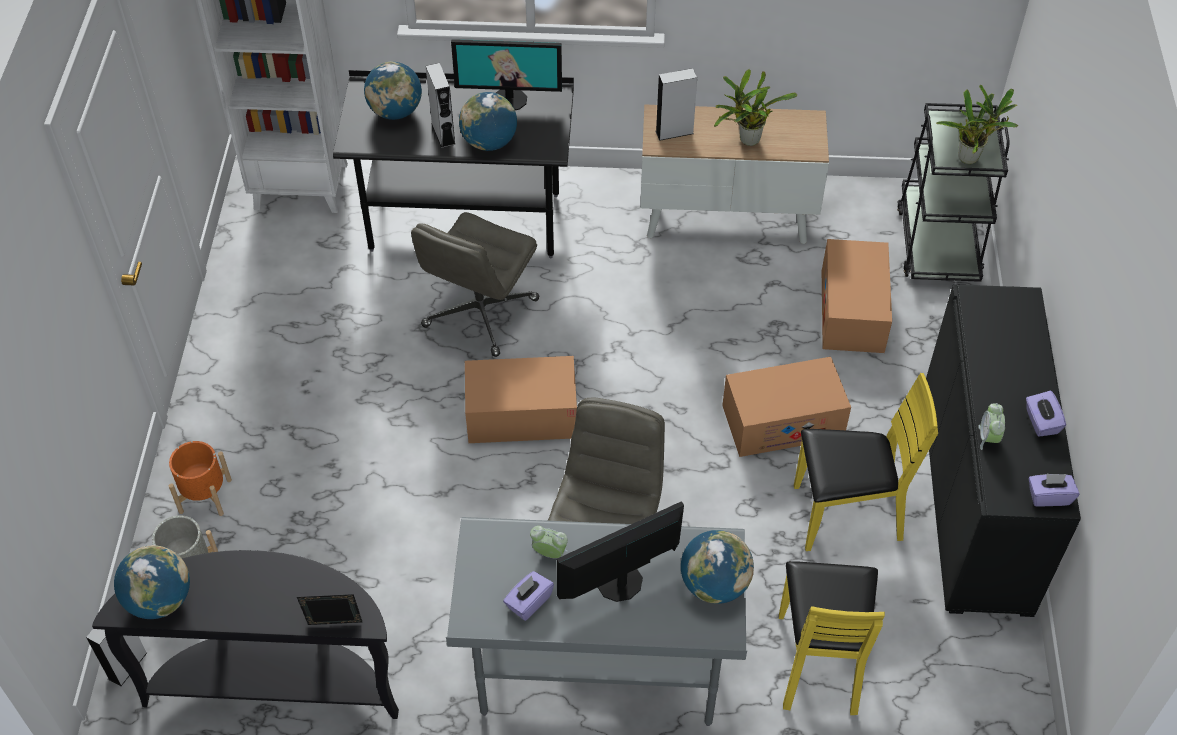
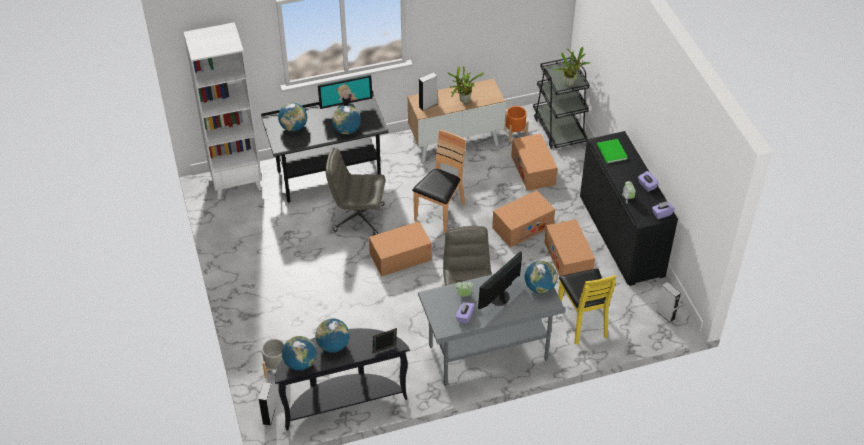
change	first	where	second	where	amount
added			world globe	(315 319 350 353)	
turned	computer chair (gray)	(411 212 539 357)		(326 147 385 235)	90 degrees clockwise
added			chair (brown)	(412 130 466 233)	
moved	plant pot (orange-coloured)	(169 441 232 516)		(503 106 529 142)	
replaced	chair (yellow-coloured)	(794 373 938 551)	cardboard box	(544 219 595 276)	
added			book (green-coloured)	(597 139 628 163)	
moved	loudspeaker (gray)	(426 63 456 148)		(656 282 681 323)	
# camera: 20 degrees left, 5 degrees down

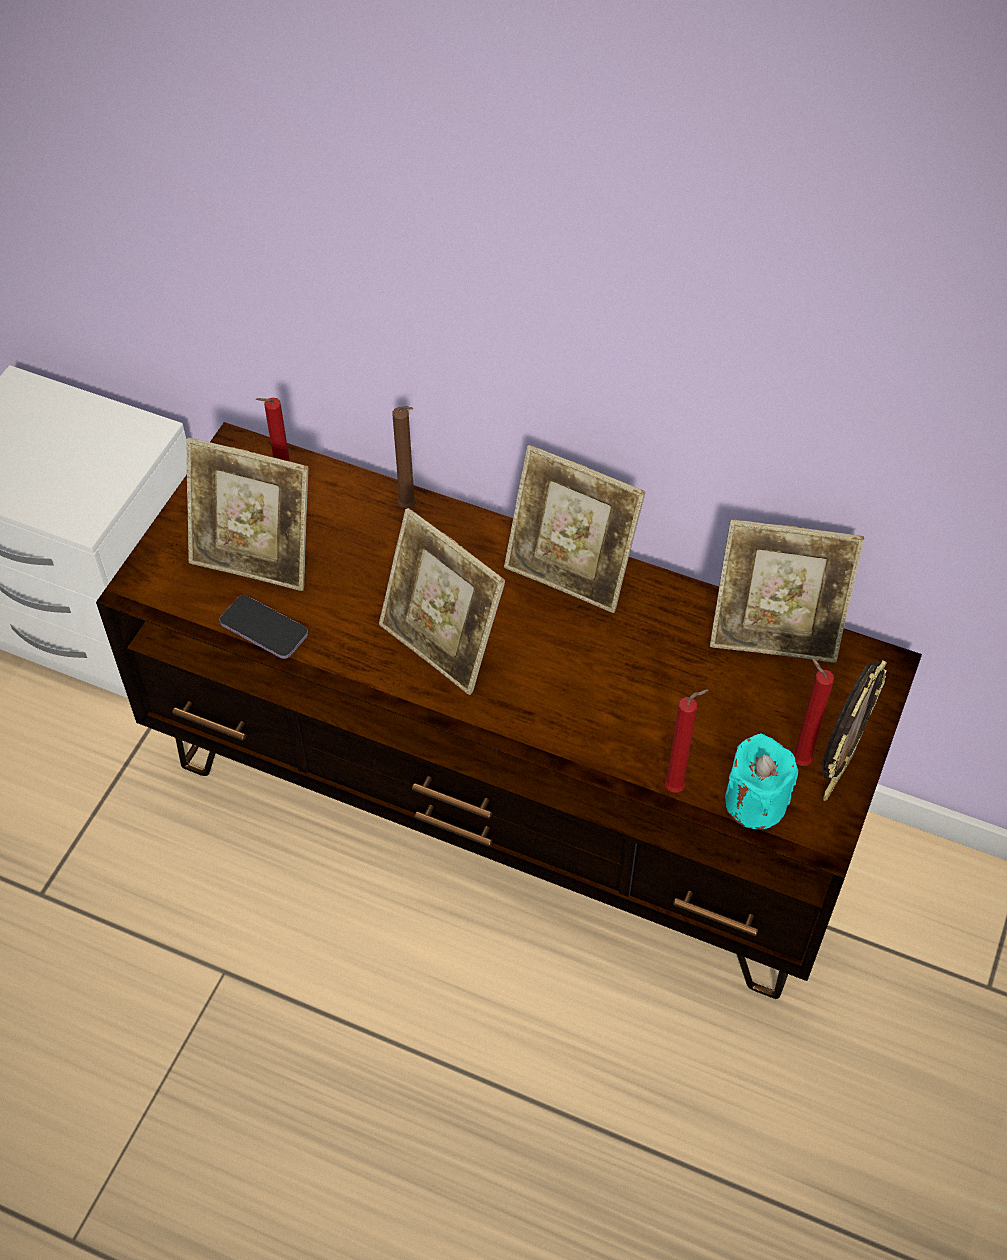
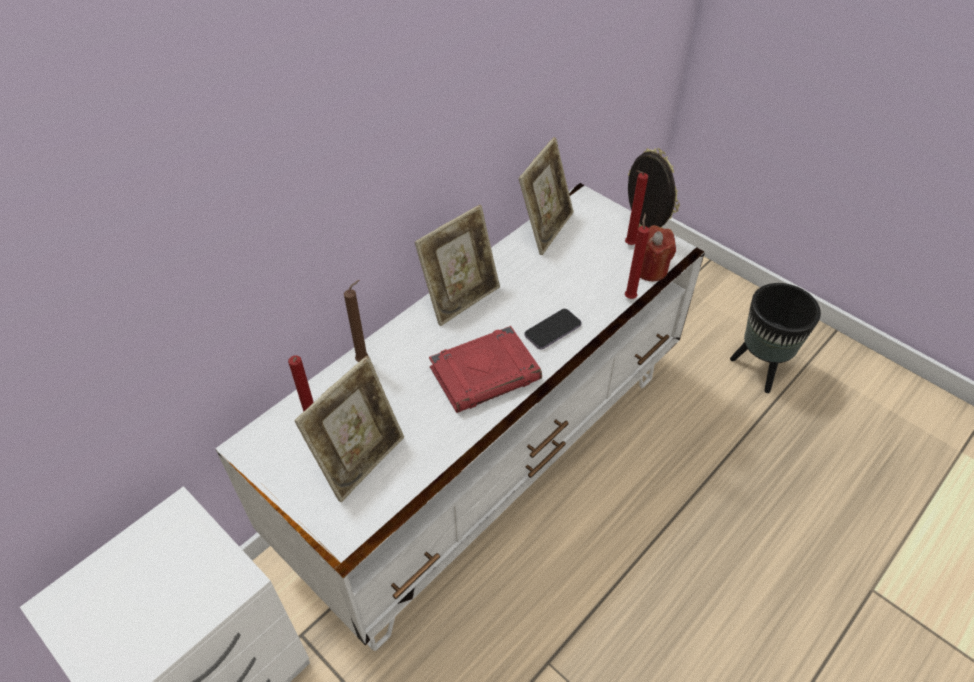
change	first	where	second	where	amount
recoloured	tv stand (brown)	(96 422 922 999)	tv stand (white)	(215 183 705 651)	
replaced	standing frame	(379 508 505 695)	book (red)	(429 326 542 413)	
moved	phone	(219 595 308 659)		(525 309 581 350)	
recoloured	wax light (turquoise-coloured)	(725 734 798 830)	wax light (red)	(640 225 676 281)	
added			plant pot (blackish)	(730 283 821 393)	
# camera: 70 degrees left, 5 degrees down

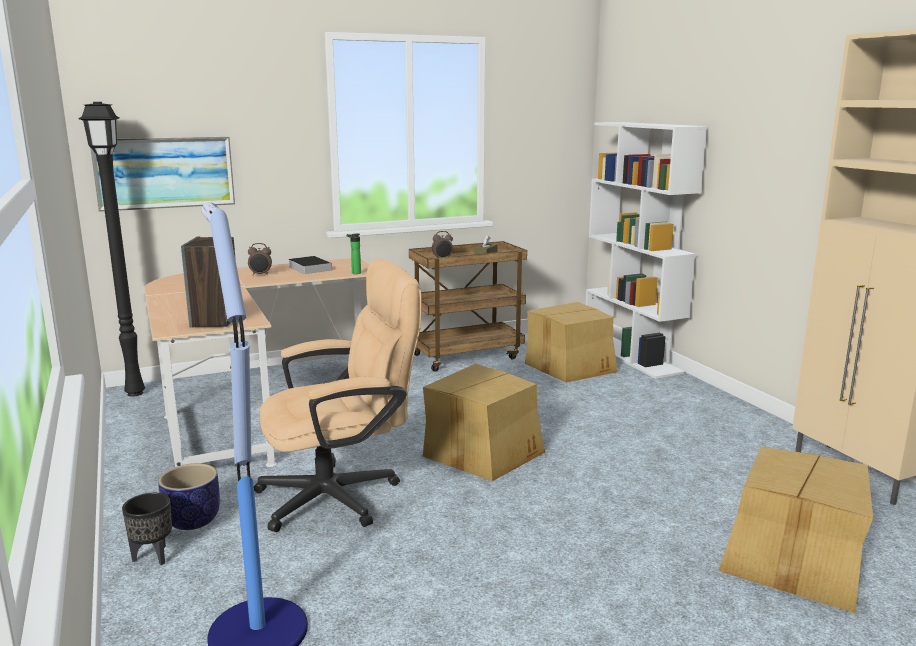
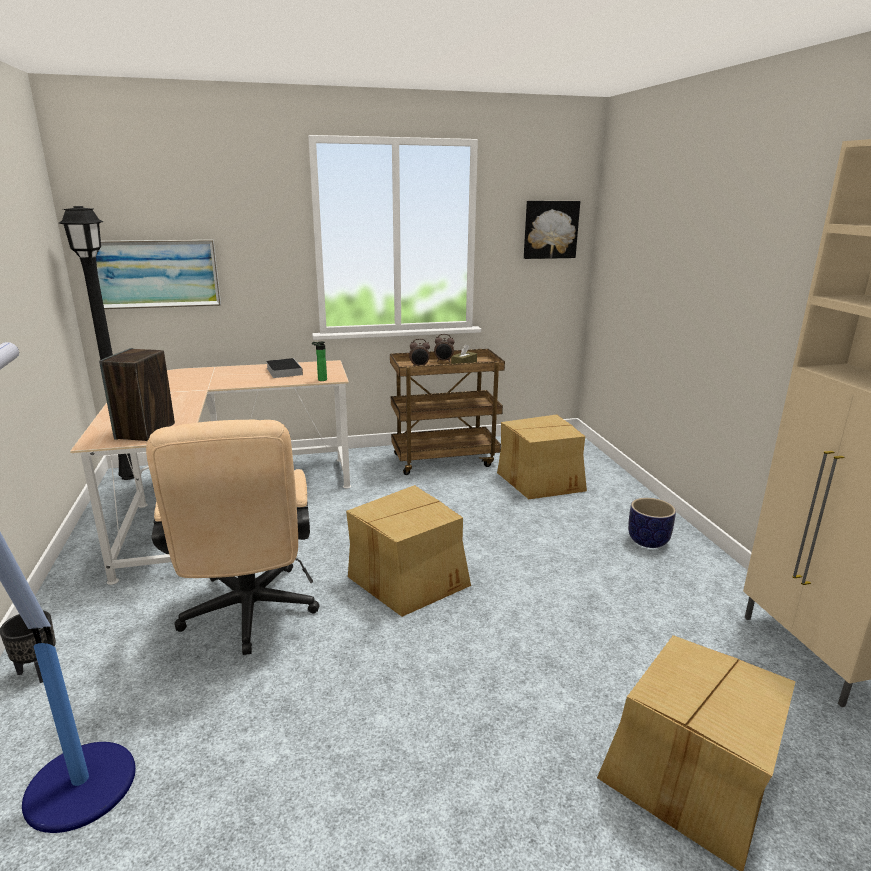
change	first	where	second	where	amount
turned	computer chair (sand-coloured)	(254 259 421 532)		(146 419 319 655)	90 degrees clockwise
moved	alarm clock	(248 243 272 275)		(434 334 454 362)	
added			wall art	(524 201 580 259)	
moved	plant pot	(158 463 220 530)		(628 498 676 548)	
removed	bookshelf (white)	(586 122 707 379)			
# camera: 10 degrees right, 5 degrees up

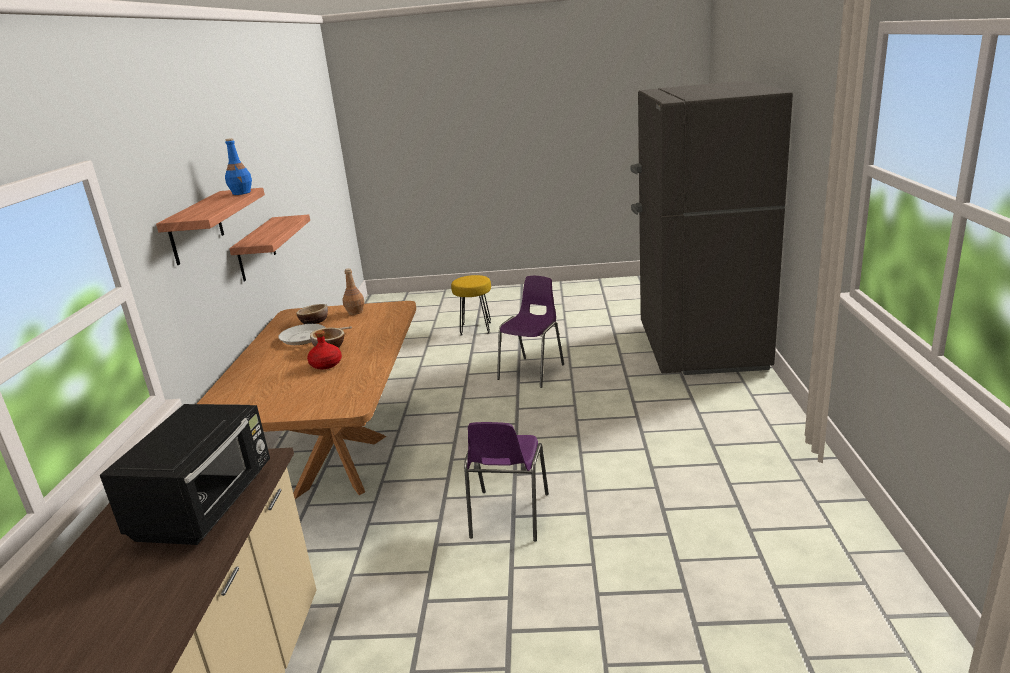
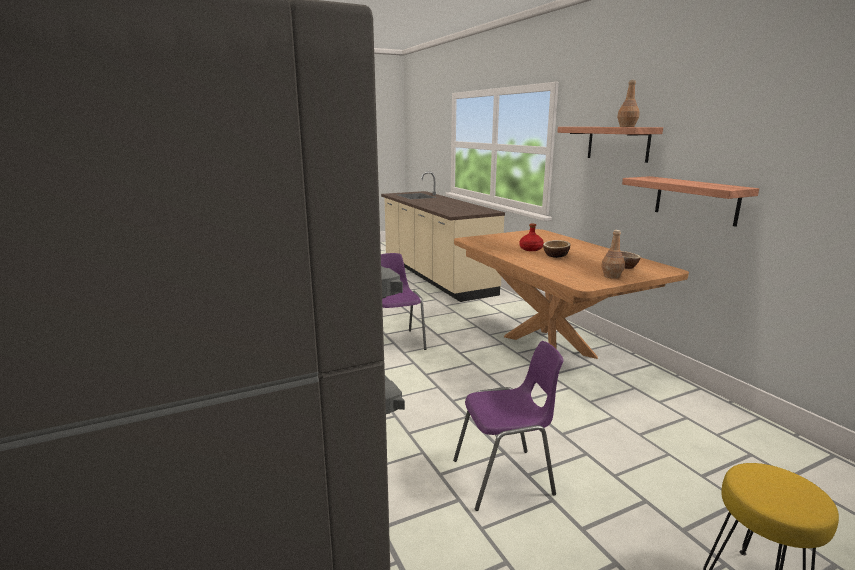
change	first	where	second	where	amount
turned	chair (purplish)	(497 276 564 388)		(453 341 564 511)	105 degrees counterclockwise
recoloured	drink bottle (blue-coloured)	(225 138 252 195)	drink bottle (brown)	(617 80 640 127)	
removed	kitchen microwave (blackish)	(100 404 270 545)			
removed	frying pan	(278 324 352 345)			
# camera: 150 degrees right, 5 degrees down

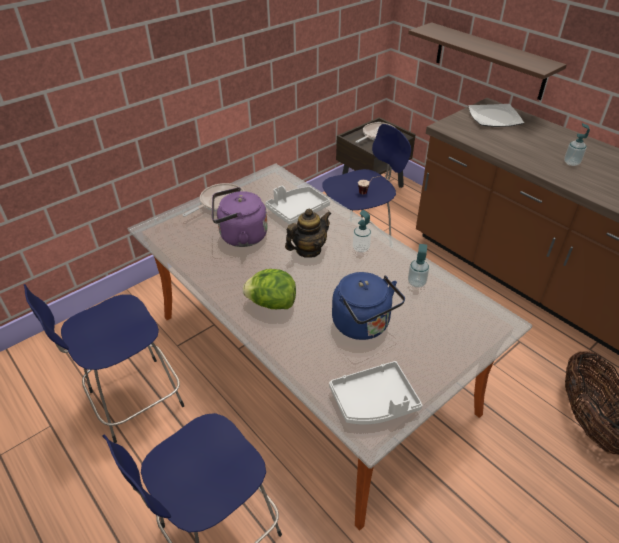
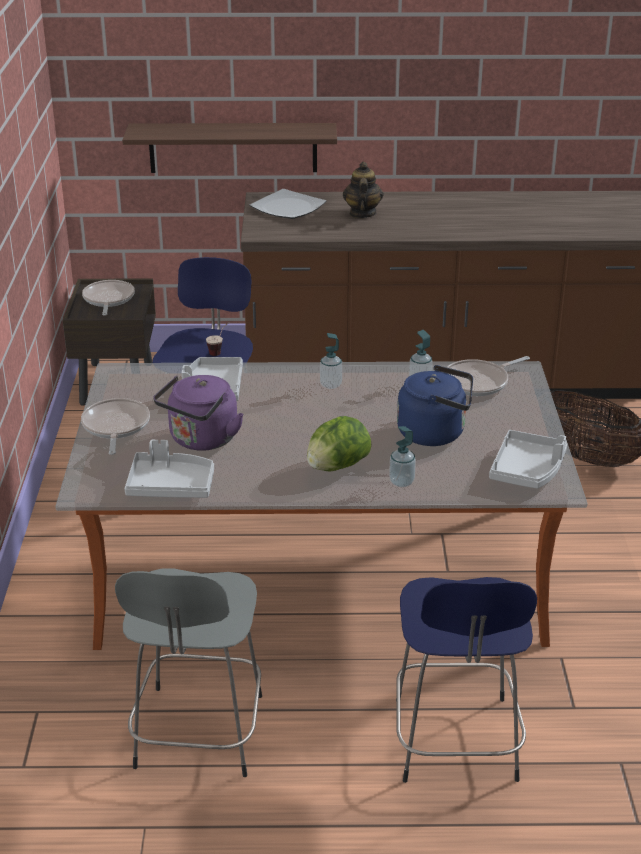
change	first	where	second	where	amount
recoloured	sitting stool (blue-coloured)	(24 284 184 443)	sitting stool (gray)	(115 569 262 777)	
added			serving tray (gray)	(124 440 214 498)	
moved	teapot	(285 209 332 258)		(343 162 384 218)	
moved	soap dispenser	(564 123 590 166)		(389 426 416 487)	
added			frying pan	(447 356 530 396)	
# camera: 50 degrees left, 10 degrees down

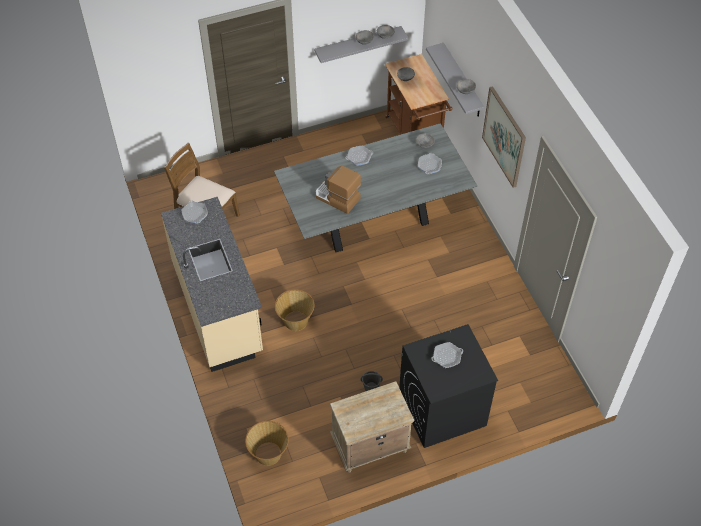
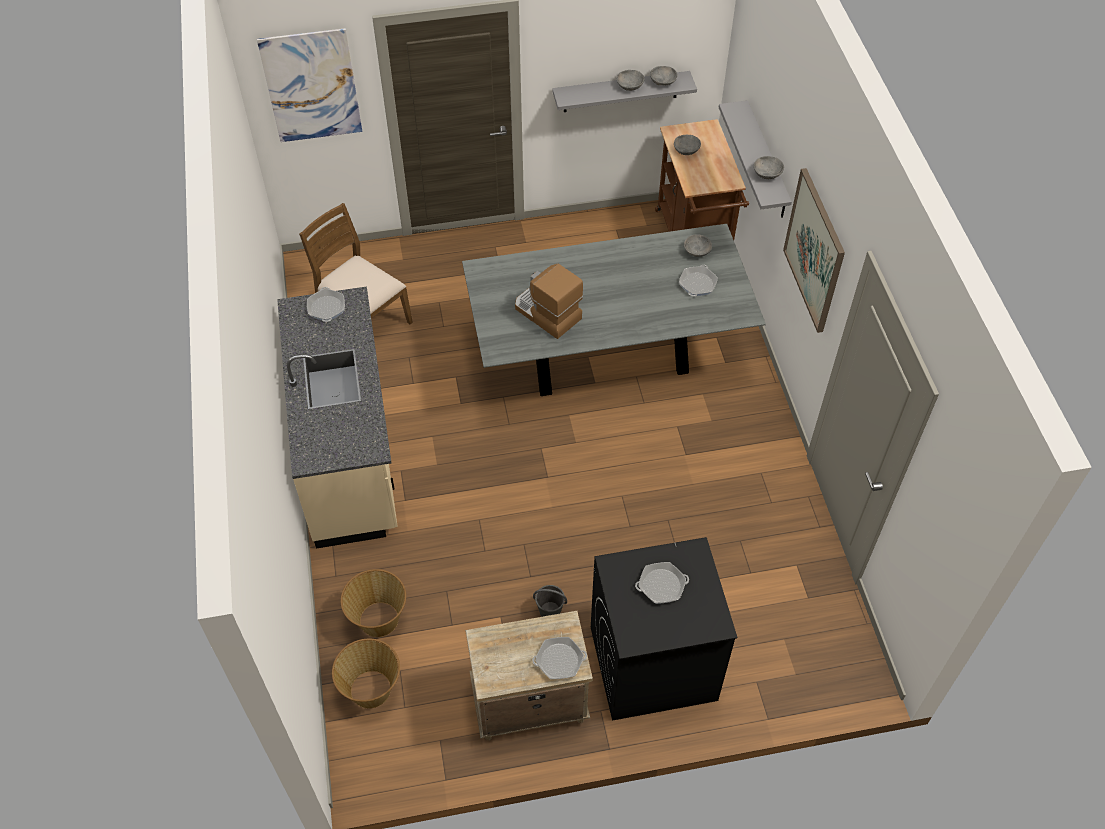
change	first	where	second	where	amount
added			wall art	(257 28 362 142)	
moved	household basket	(275 289 314 331)		(341 569 406 637)	
moved	frying pan	(345 146 373 166)		(532 637 587 679)	
# camera: 10 degrees right, 0 degrees up

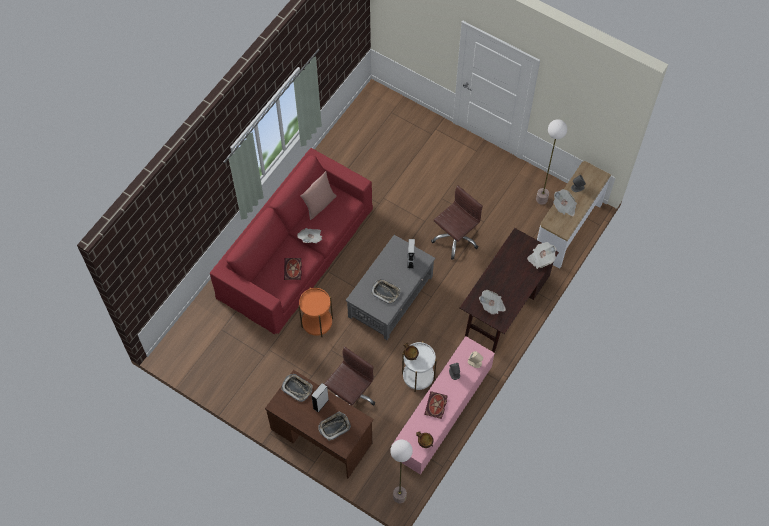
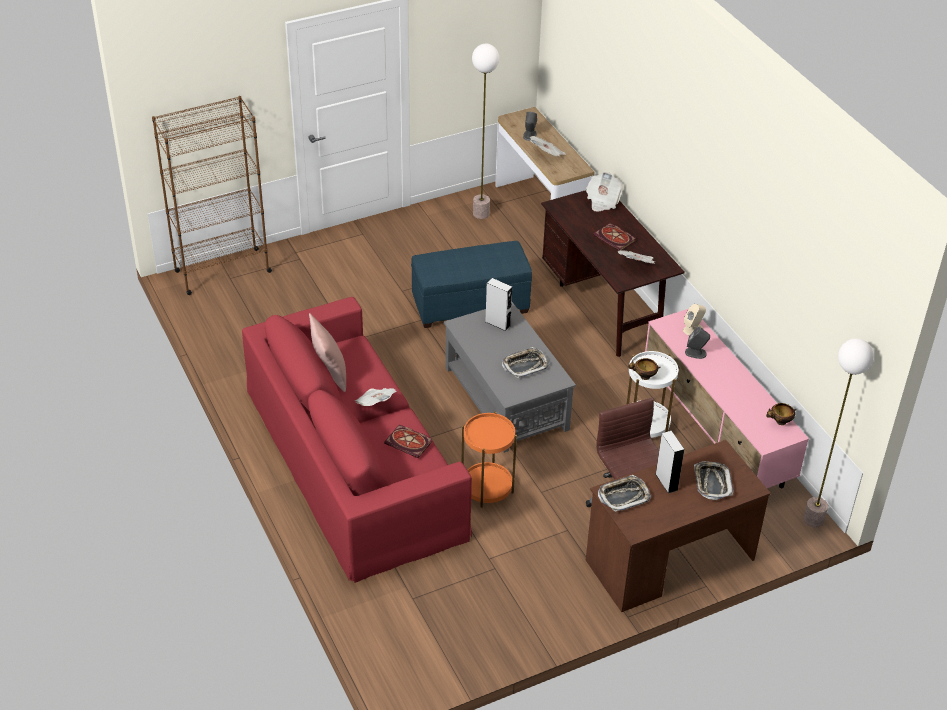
change	first	where	second	where	amount
added			bookshelf (brown)	(152 96 272 295)	
replaced	computer chair (brown)	(431 185 483 260)	pouffe (blue-coloured)	(411 241 532 328)	
moved	book	(424 391 448 419)		(593 223 636 250)	
# camera: 60 degrees left, 20 degrees down

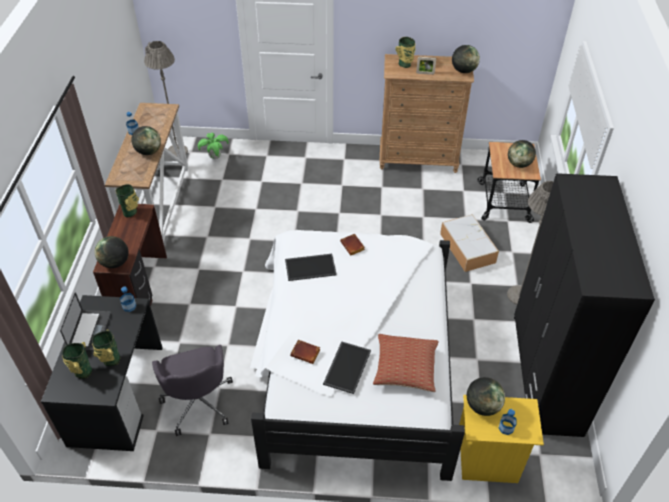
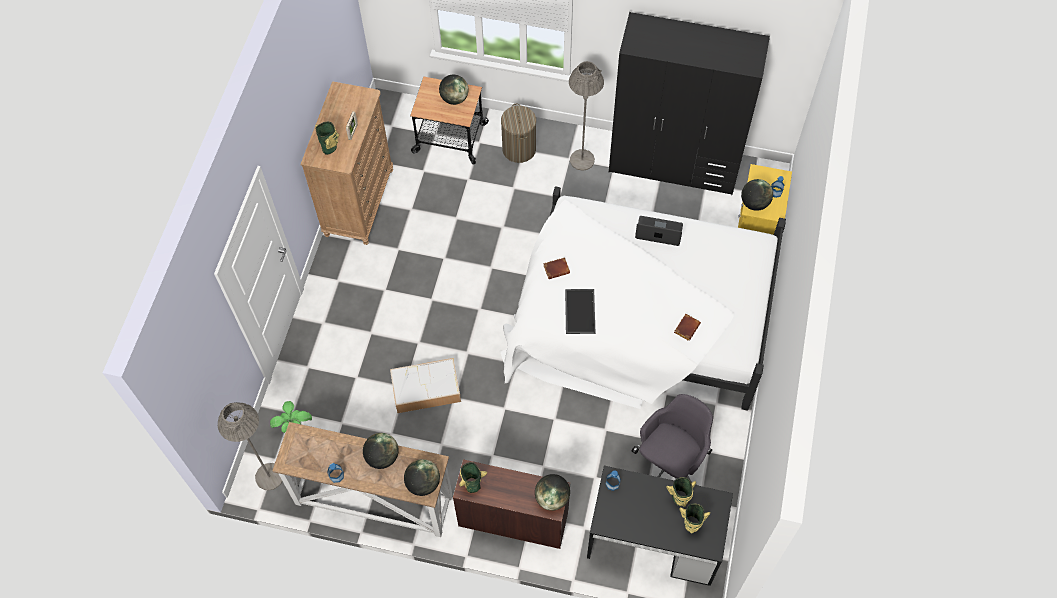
change	first	where	second	where	amount
moved	storage box	(440 214 499 272)		(390 358 461 413)	
moved	world globe	(452 45 480 73)		(404 459 440 496)	
added			laundry basket	(501 104 536 163)	
turned	computer chair (gray)	(152 345 233 436)		(632 394 713 485)	45 degrees counterclockwise
moved	laptop	(60 292 111 351)		(635 216 683 246)	
removed	serving tray	(323 341 371 394)			
removed	cushion	(373 334 438 392)			
# camera: 80 degrees left, 15 degrees up

